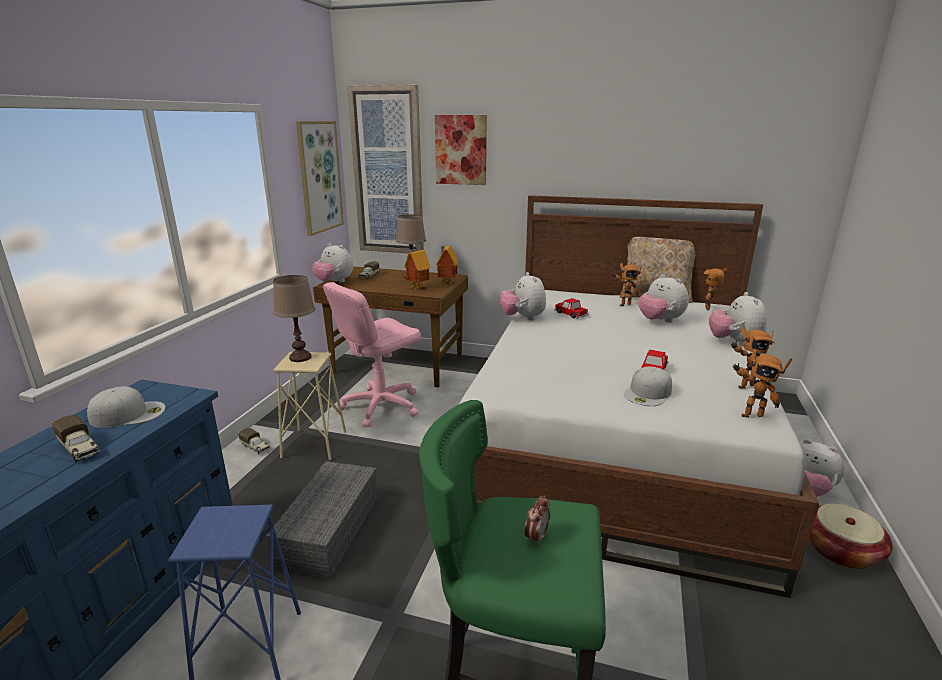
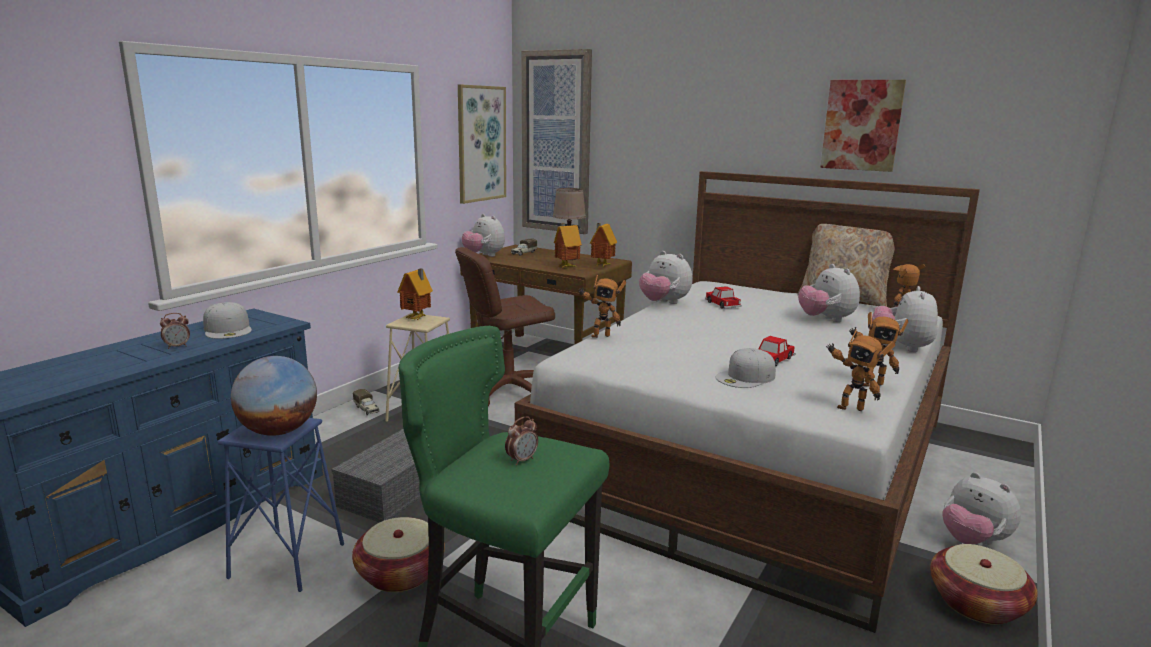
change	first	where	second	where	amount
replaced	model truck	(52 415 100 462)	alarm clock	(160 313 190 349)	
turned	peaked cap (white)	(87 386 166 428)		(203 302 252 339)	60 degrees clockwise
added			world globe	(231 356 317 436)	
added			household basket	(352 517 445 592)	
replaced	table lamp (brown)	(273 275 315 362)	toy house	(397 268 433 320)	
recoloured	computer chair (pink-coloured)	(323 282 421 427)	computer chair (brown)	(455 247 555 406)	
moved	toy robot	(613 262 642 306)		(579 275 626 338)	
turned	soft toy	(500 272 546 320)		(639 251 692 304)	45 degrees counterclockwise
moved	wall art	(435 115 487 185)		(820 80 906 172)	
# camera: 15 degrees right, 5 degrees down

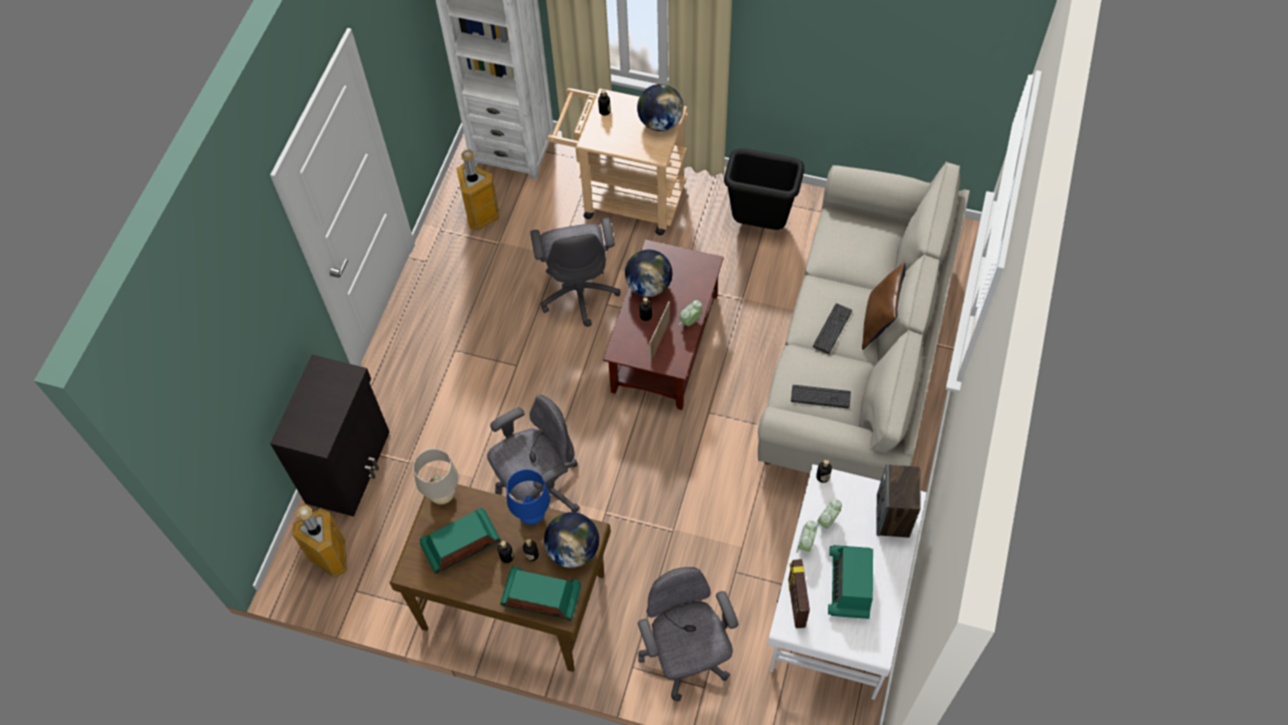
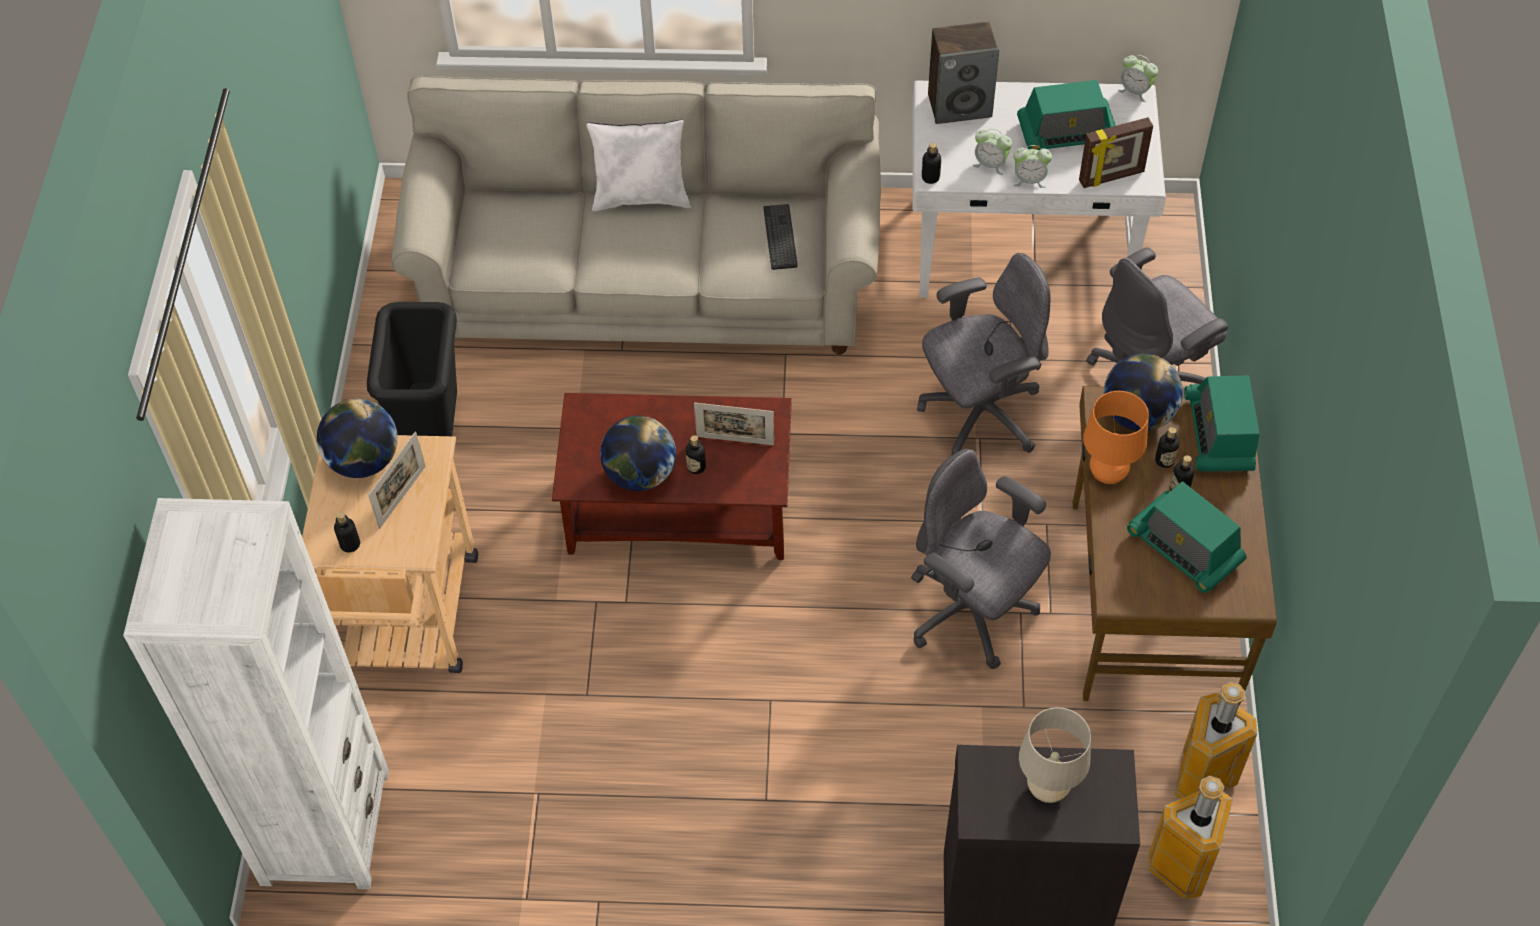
change	first	where	second	where	amount
added			standing frame	(368 432 426 529)	
recoloured	cushion (brown)	(862 263 906 350)	cushion (white)	(586 119 691 211)	
moved	computer chair (gray)	(530 218 621 327)		(917 253 1051 455)	
moved	table lamp (sand-coloured)	(413 449 459 504)		(1019 707 1091 803)	
recoloured	table lamp (blue-coloured)	(507 469 550 525)	table lamp (orange-coloured)	(1083 391 1149 484)	
moved	alarm clock	(679 300 702 326)		(1118 55 1158 102)	
moved	trash can	(456 150 499 231)		(1174 682 1257 799)	
removed	computer keyboard	(813 303 852 354)			
# camera: 105 degrees left, 5 degrees down

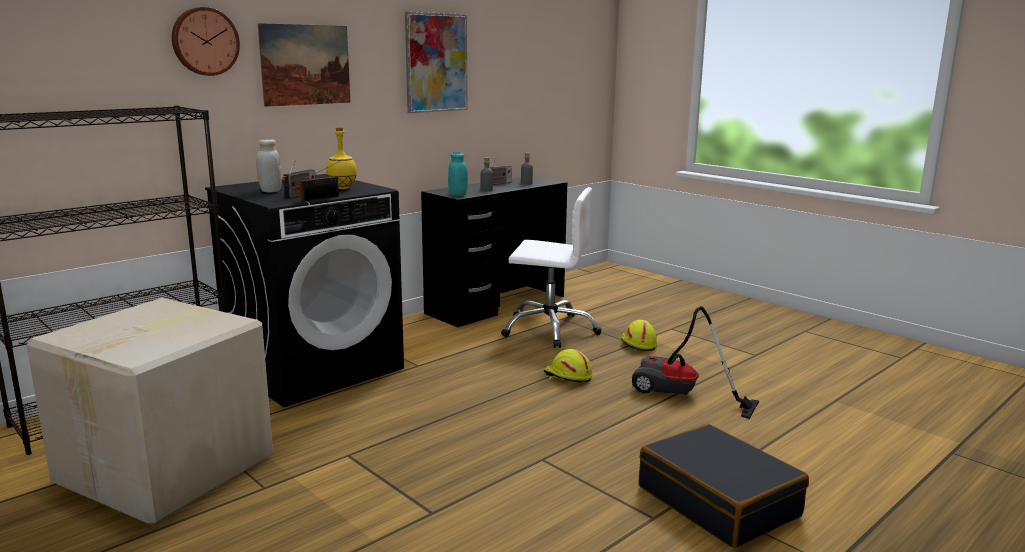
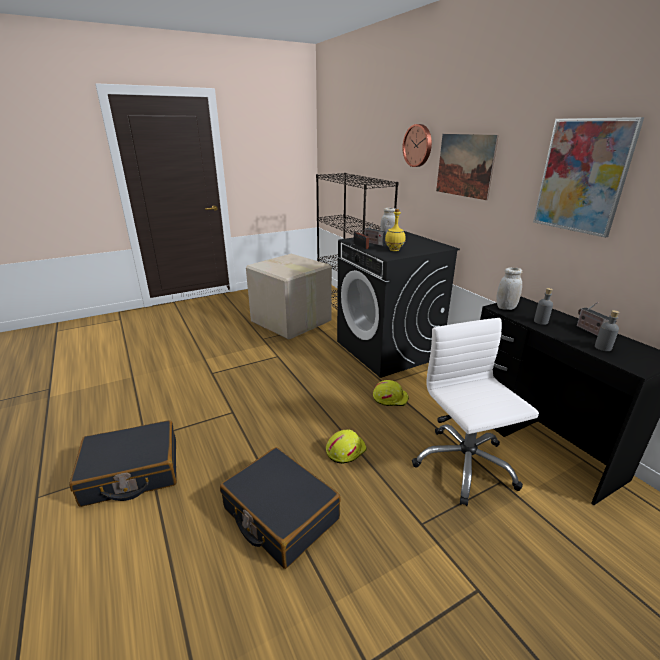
change	first	where	second	where	amount
replaced	vacuum	(632 306 759 419)	suitcase (blackish)	(220 447 341 569)	
moved	safety helmet (yellow-coloured)	(620 320 657 351)		(373 380 409 406)	
turned	computer chair (white)	(501 187 602 348)		(412 318 539 506)	135 degrees clockwise
recoloured	preserve jar (turquoise-coloured)	(448 152 468 196)	preserve jar (white)	(496 267 522 310)	
# camera: 105 degrees right, 10 degrees up

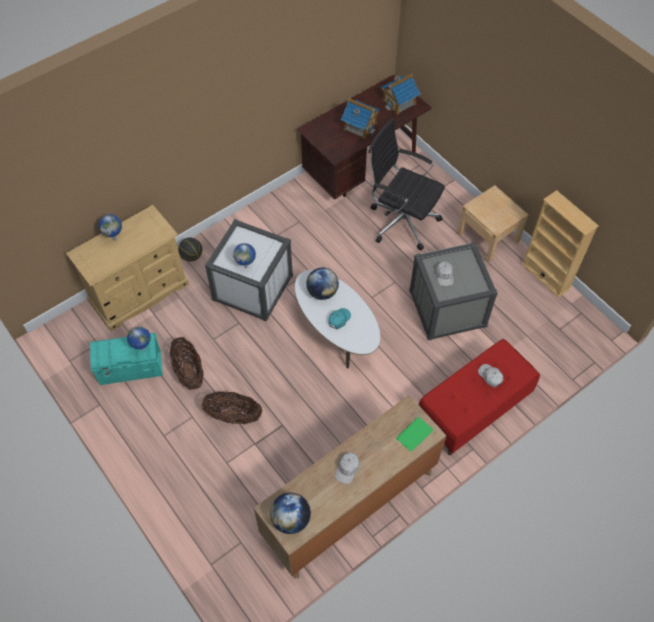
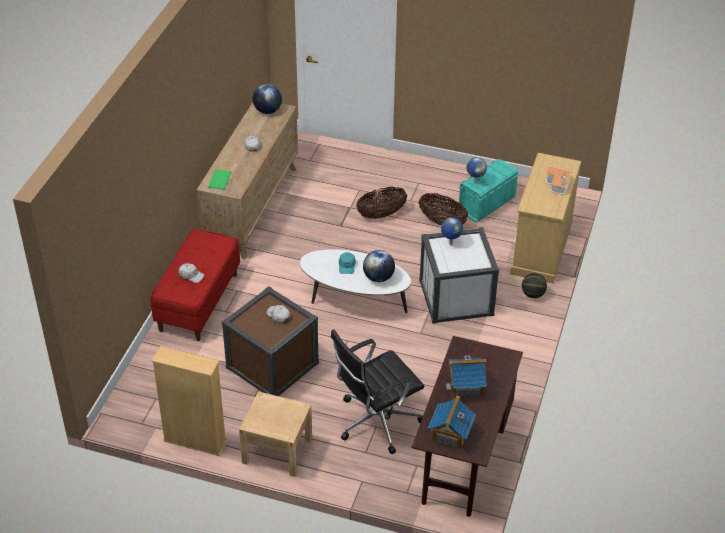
change	first	where	second	where	amount
recoloured	storage box (gray)	(409 242 498 341)	storage box (brown)	(222 286 319 396)	
turned	computer chair (blackish)	(369 118 445 250)		(331 329 424 454)	150 degrees clockwise
replaced	world globe	(99 214 122 241)	toy house	(546 166 573 195)	
# camera: 145 degrees right, 15 degrees down

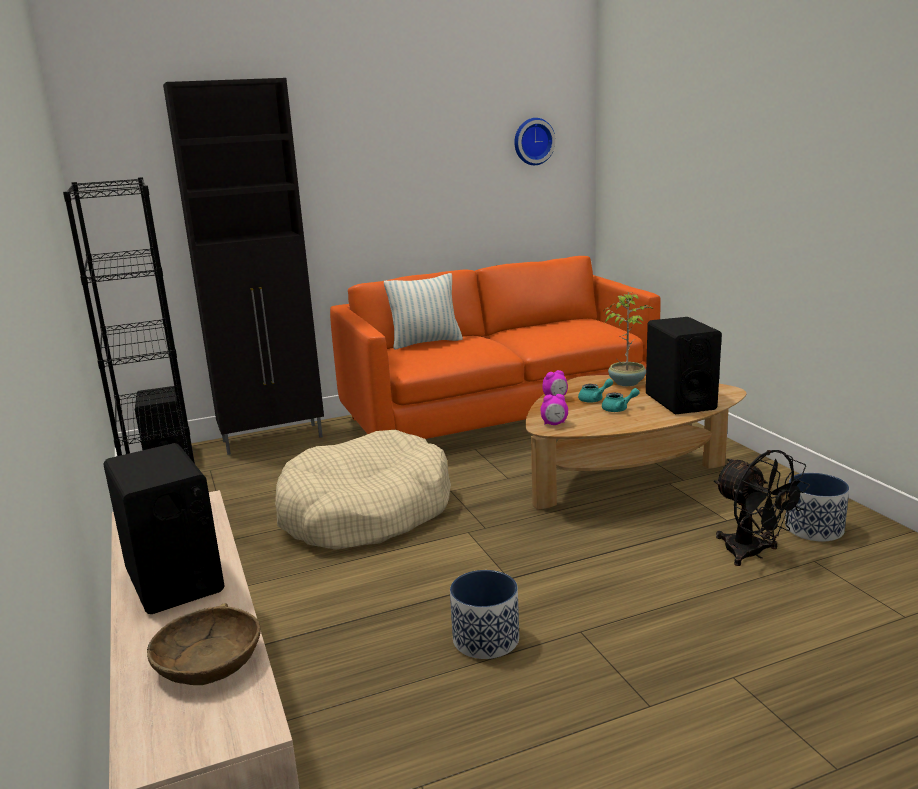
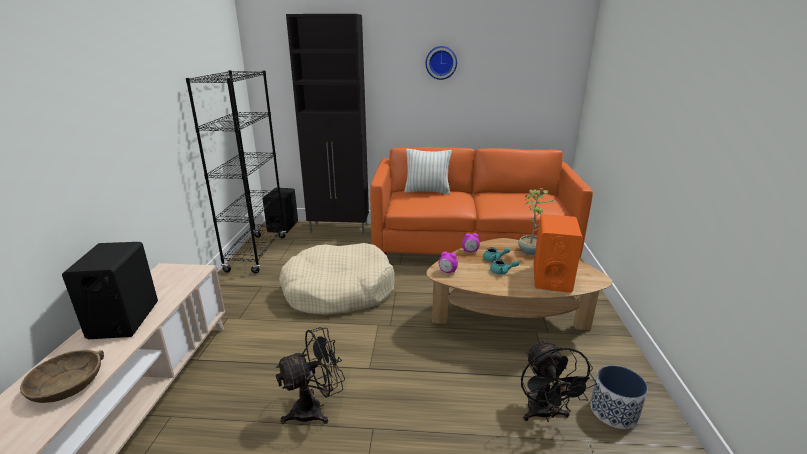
change	first	where	second	where	amount
replaced	plant pot	(450 570 519 659)	fan (blackish)	(276 327 345 424)	
moved	hanging clock	(514 118 556 165)		(425 46 457 80)	
recoloured	loudspeaker (blackish)	(646 317 722 414)	loudspeaker (orange-coloured)	(533 214 583 293)	
# camera: 25 degrees right, 5 degrees up

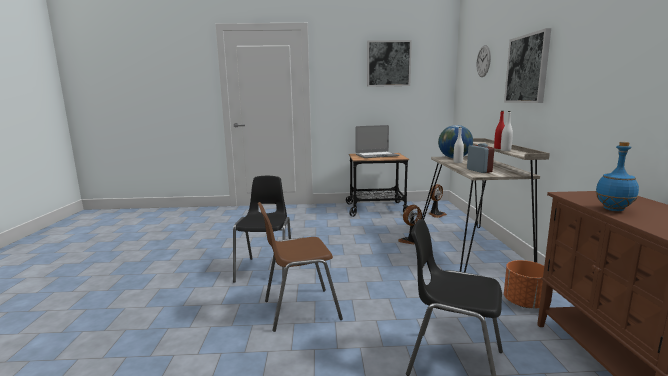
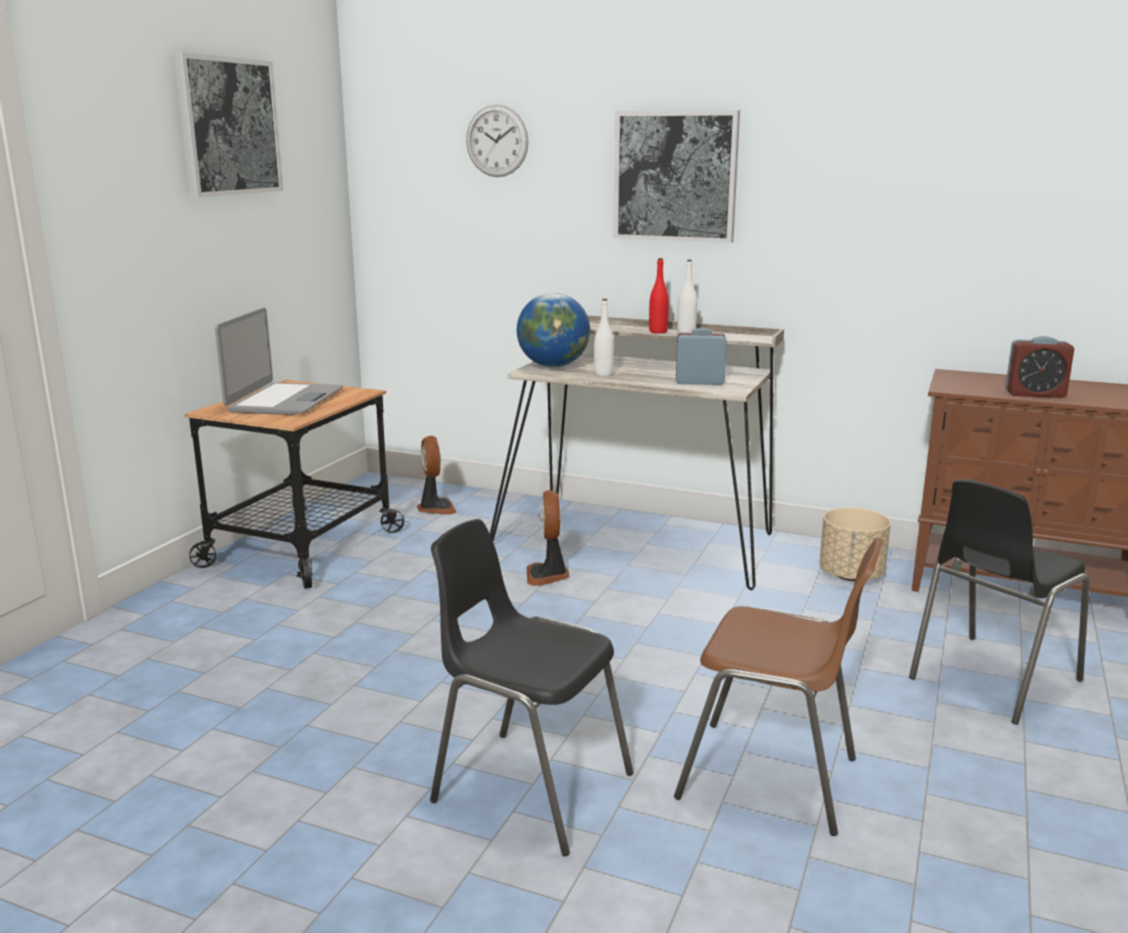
change	first	where	second	where	amount
turned	chair (brown)	(258 202 343 332)		(674 537 883 836)	75 degrees counterclockwise
recoloured	plant pot (orange-coloured)	(504 260 544 308)	plant pot (sand-coloured)	(819 508 891 581)	
replaced	drink bottle (blue-coloured)	(595 142 639 211)	alarm clock	(1005 336 1074 398)	
# camera: 65 degrees left, 5 degrees up

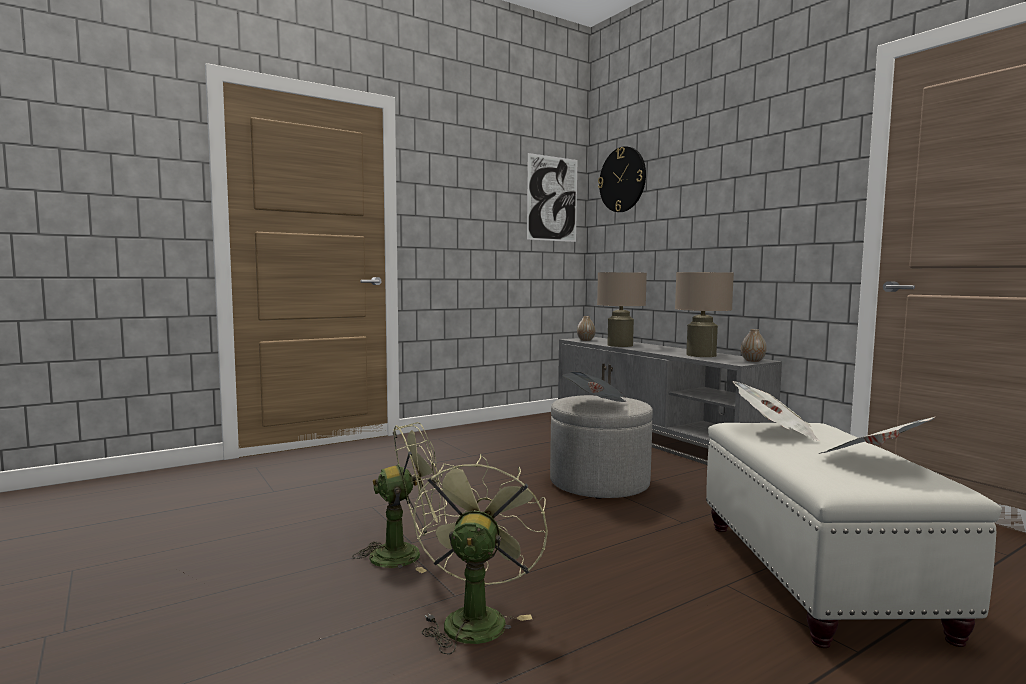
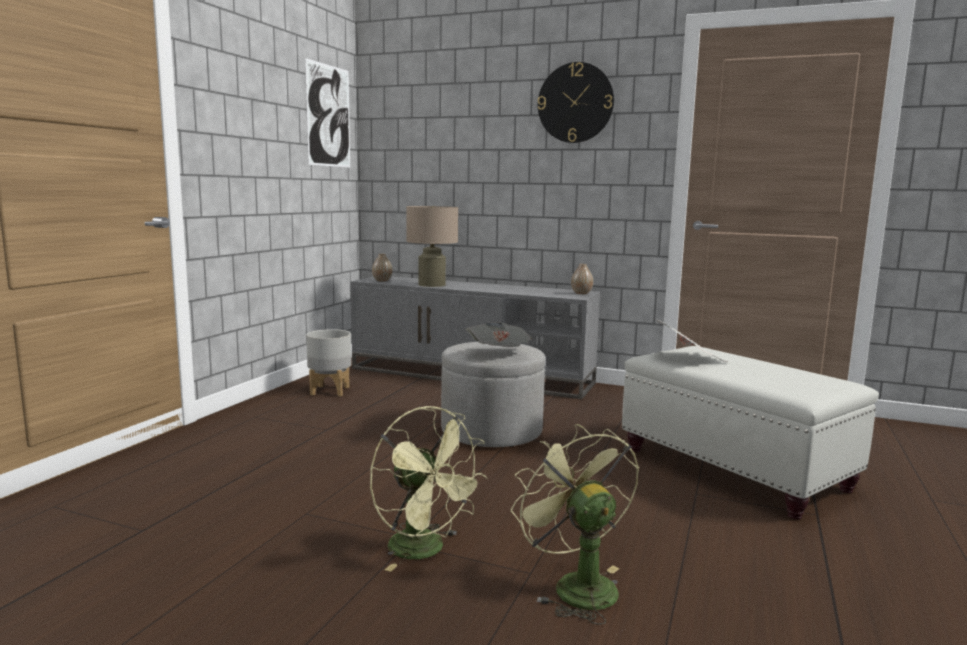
change	first	where	second	where	amount
added			plant pot (gray)	(306 329 351 396)	
turned	fan (green-coloured)	(352 422 447 573)		(370 406 488 572)	105 degrees clockwise
moved	hanging clock	(598 146 646 212)		(538 62 614 143)	
removed	table lamp (sand-coloured)	(675 272 734 357)			
removed	daily paper	(818 417 934 454)			
# camera: 35 degrees left, 5 degrees up

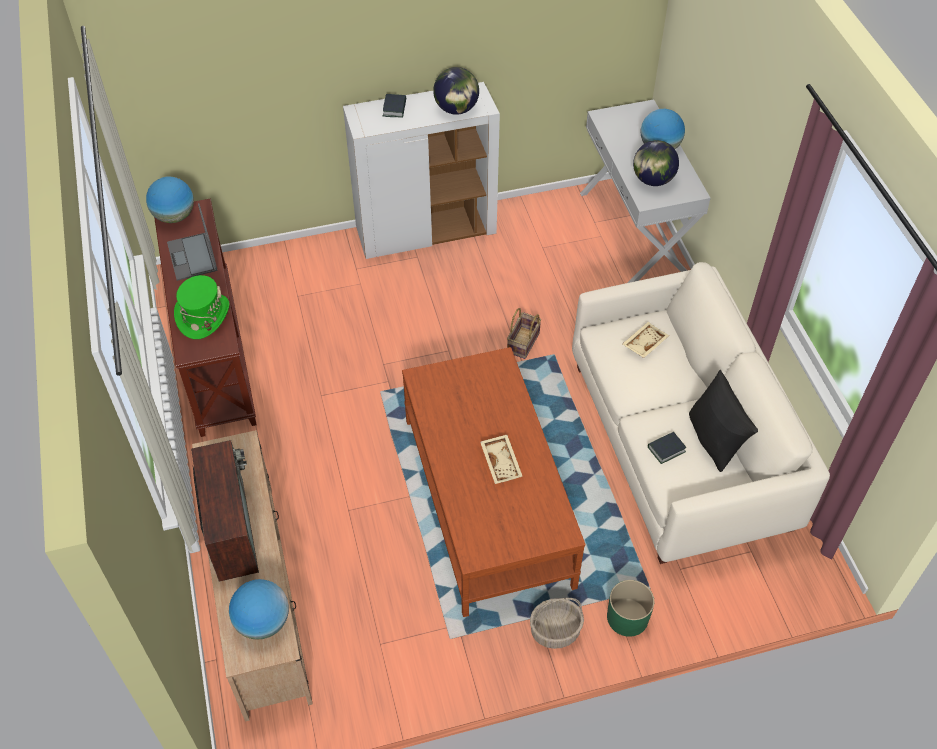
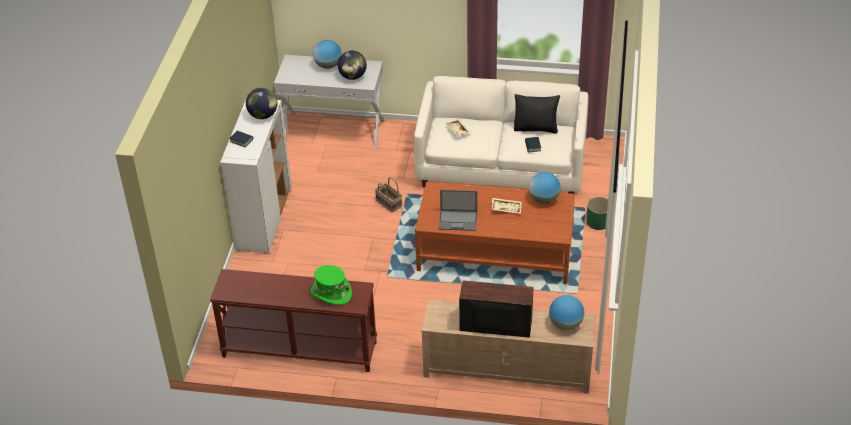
change	first	where	second	where	amount
moved	laptop	(167 203 218 281)		(439 190 477 231)	
moved	world globe	(146 177 194 223)		(529 172 561 203)	
removed	household basket	(530 598 584 649)			
# camera: 65 degrees left, 10 degrees down

